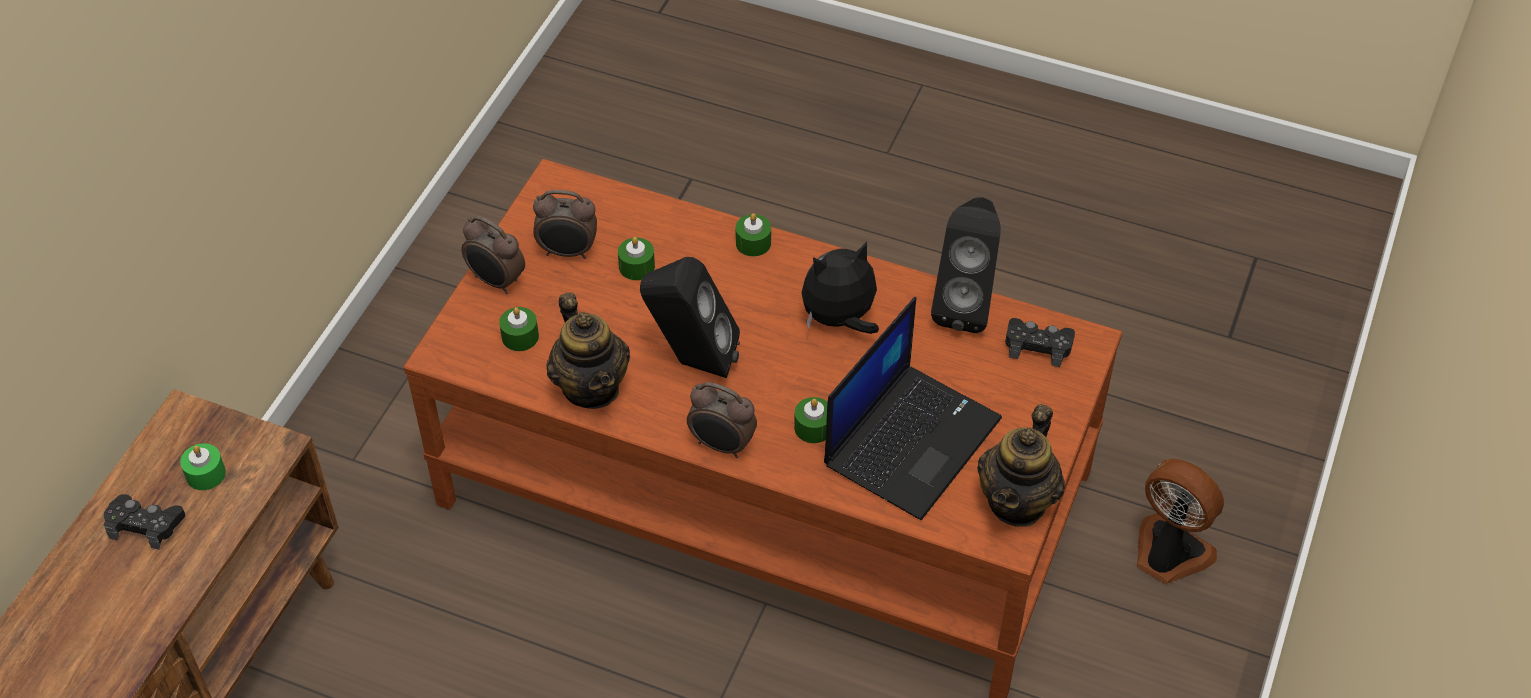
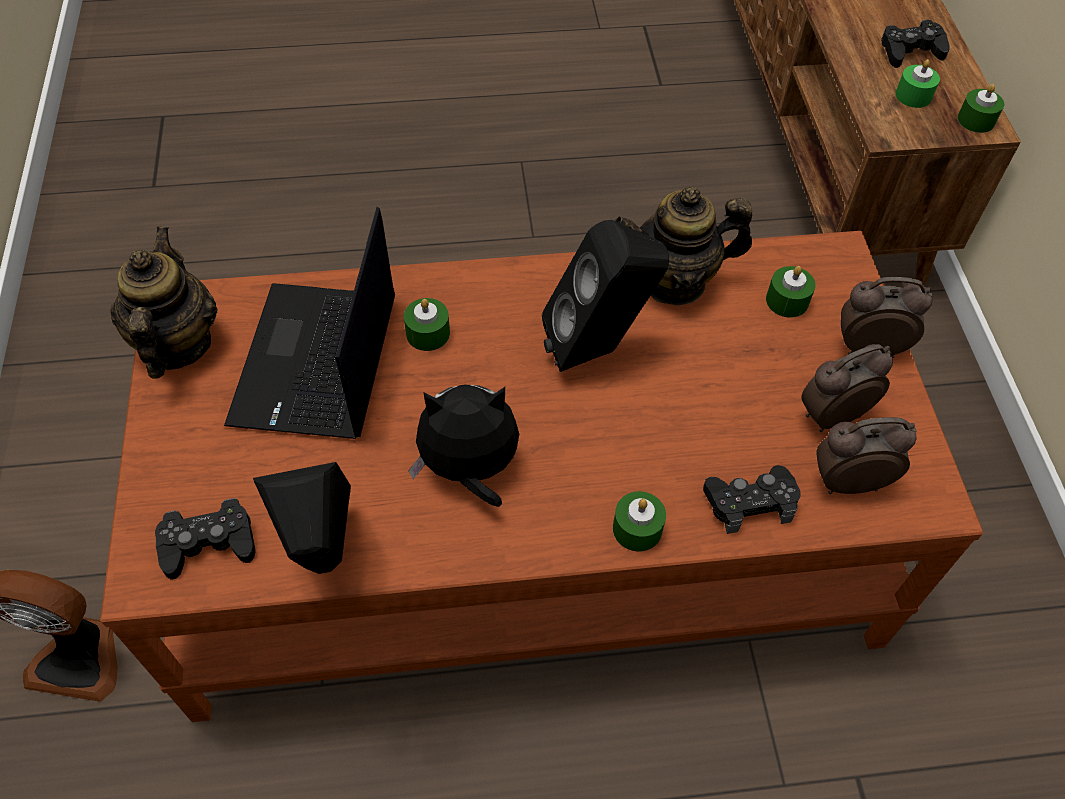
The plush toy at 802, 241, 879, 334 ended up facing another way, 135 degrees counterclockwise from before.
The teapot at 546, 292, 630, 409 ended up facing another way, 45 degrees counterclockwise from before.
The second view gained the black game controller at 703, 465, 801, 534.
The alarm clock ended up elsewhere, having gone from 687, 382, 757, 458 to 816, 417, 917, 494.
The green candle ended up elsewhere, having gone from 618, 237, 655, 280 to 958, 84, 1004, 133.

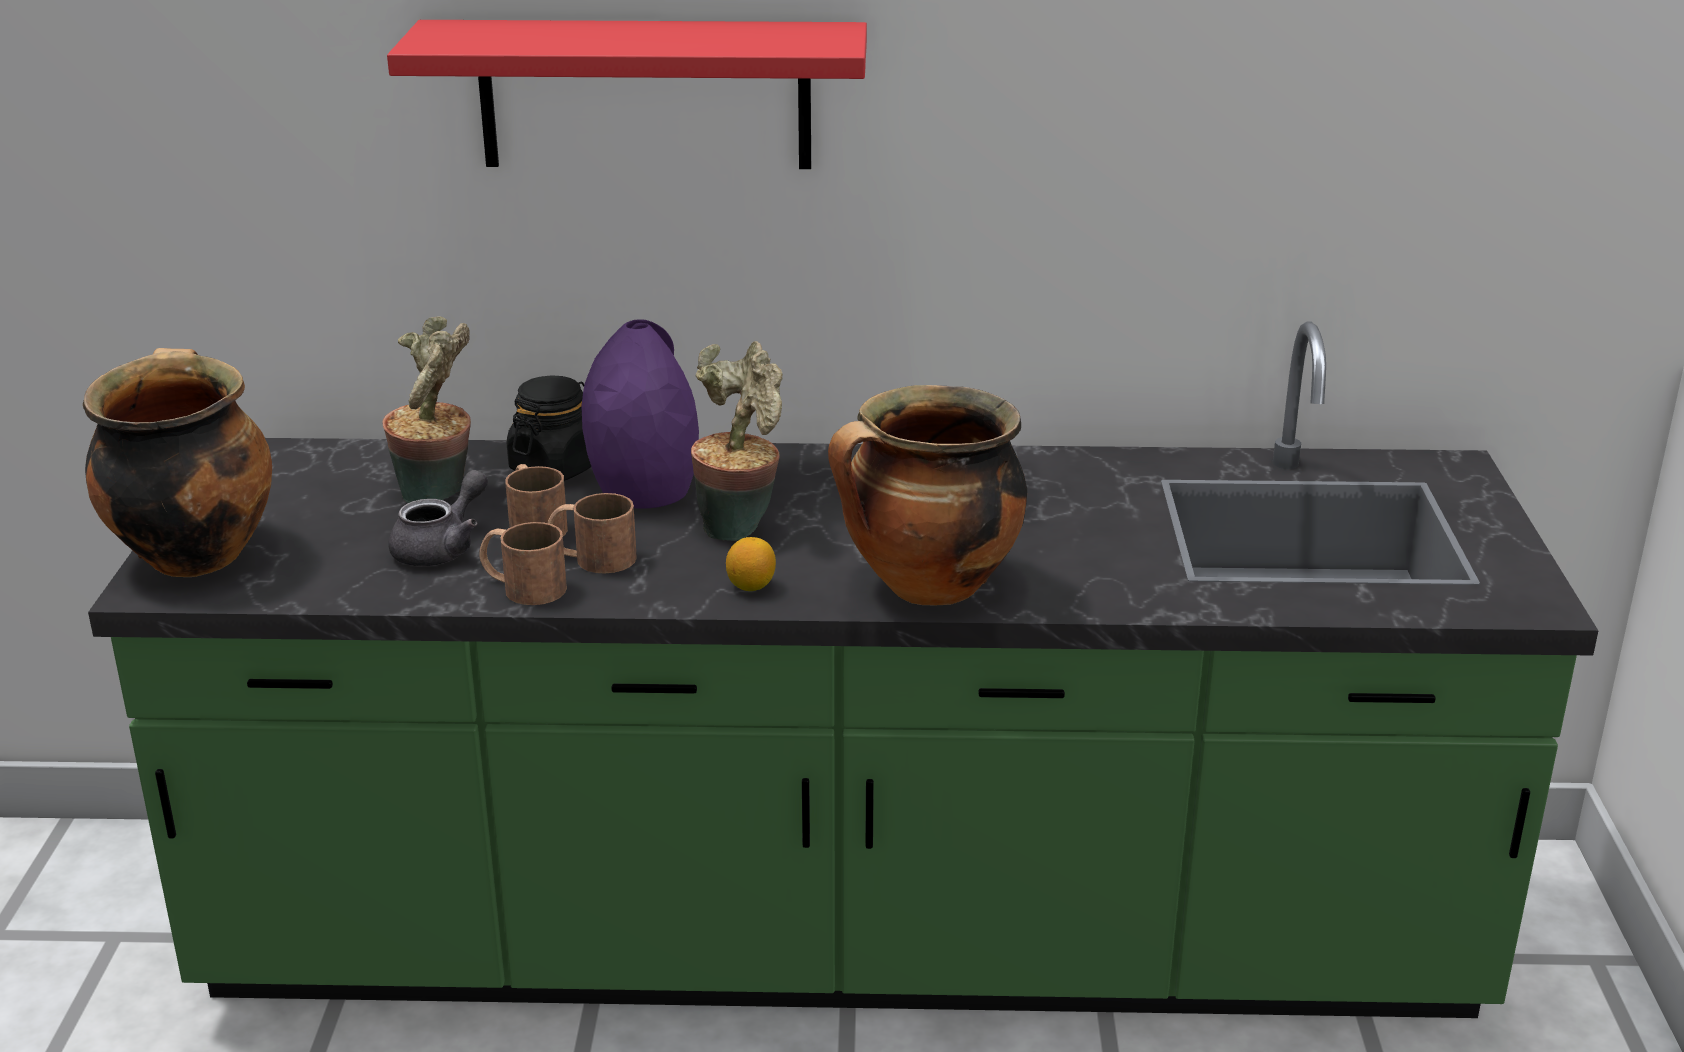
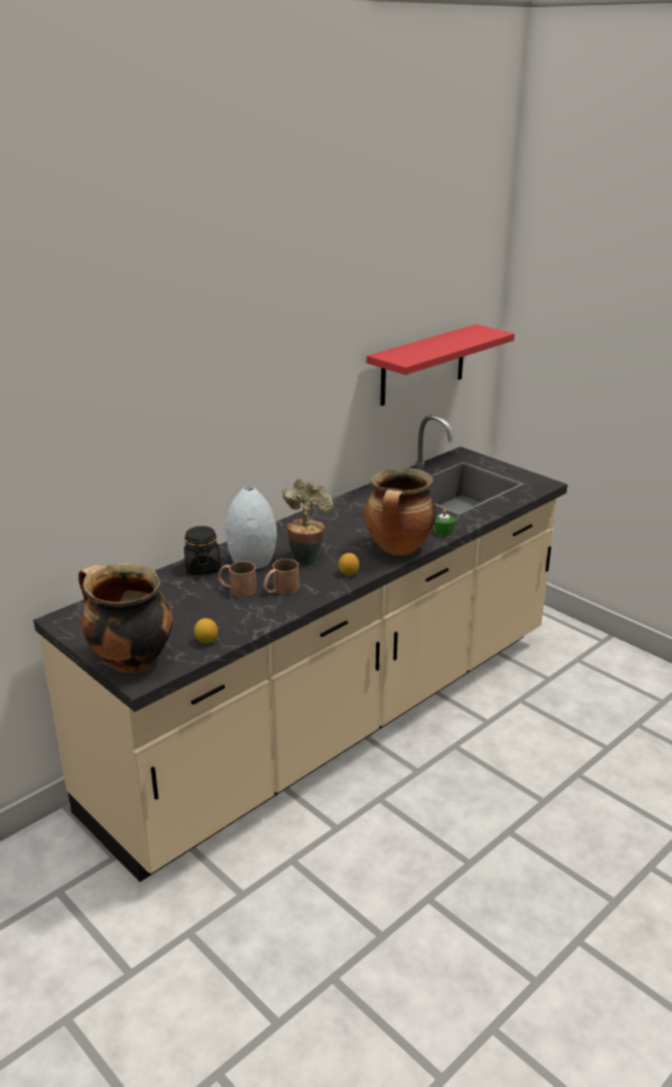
What was the green counter at 88, 322, 1598, 1018 turned into the beige counter at 33, 415, 568, 882.
The second view gained the lemon at 194, 618, 218, 643.
What was the purple vase at 582, 319, 699, 509 turned into the grey vase at 225, 486, 277, 569.
The red shelf ended up elsewhere, having gone from 387, 20, 867, 169 to 367, 324, 515, 406.
The second view gained the green candle at 433, 509, 455, 536.
The second view lost the potted plant at 382, 316, 471, 503.
The second view lost the grey teapot at 388, 470, 488, 566.
The second view lost the brown mug at 479, 522, 567, 605.

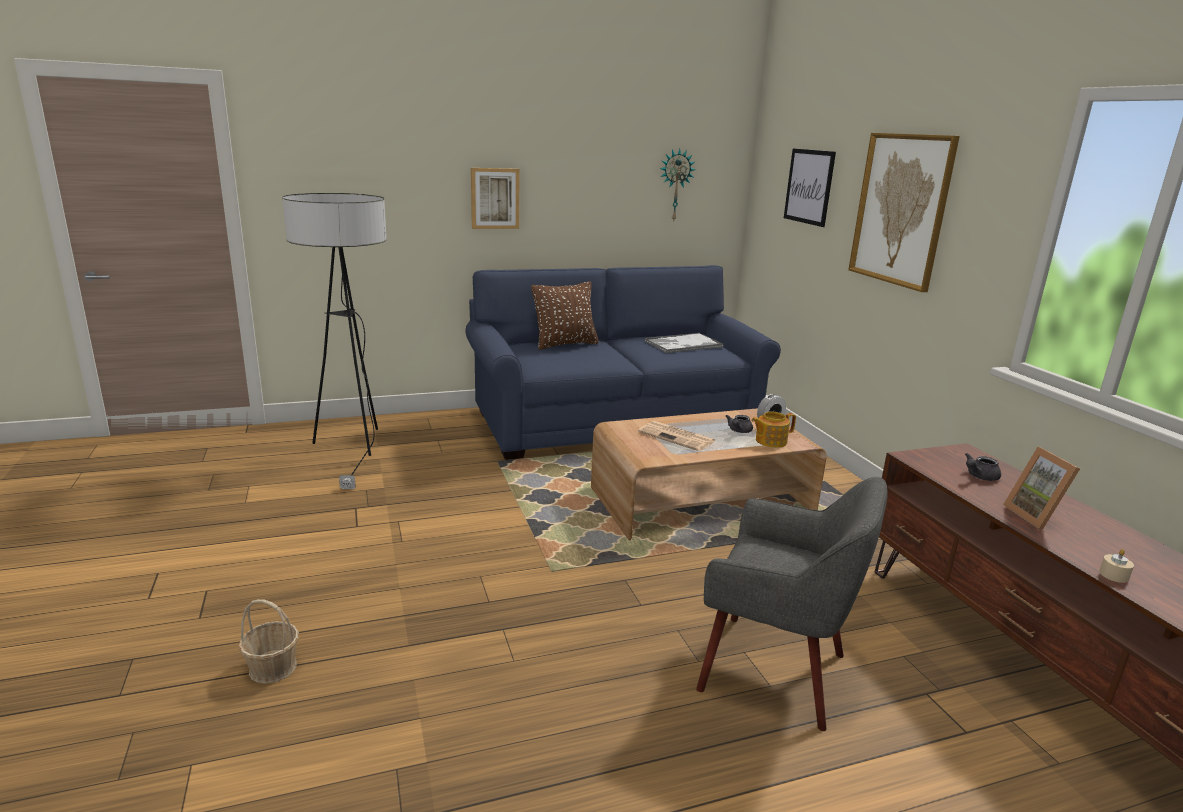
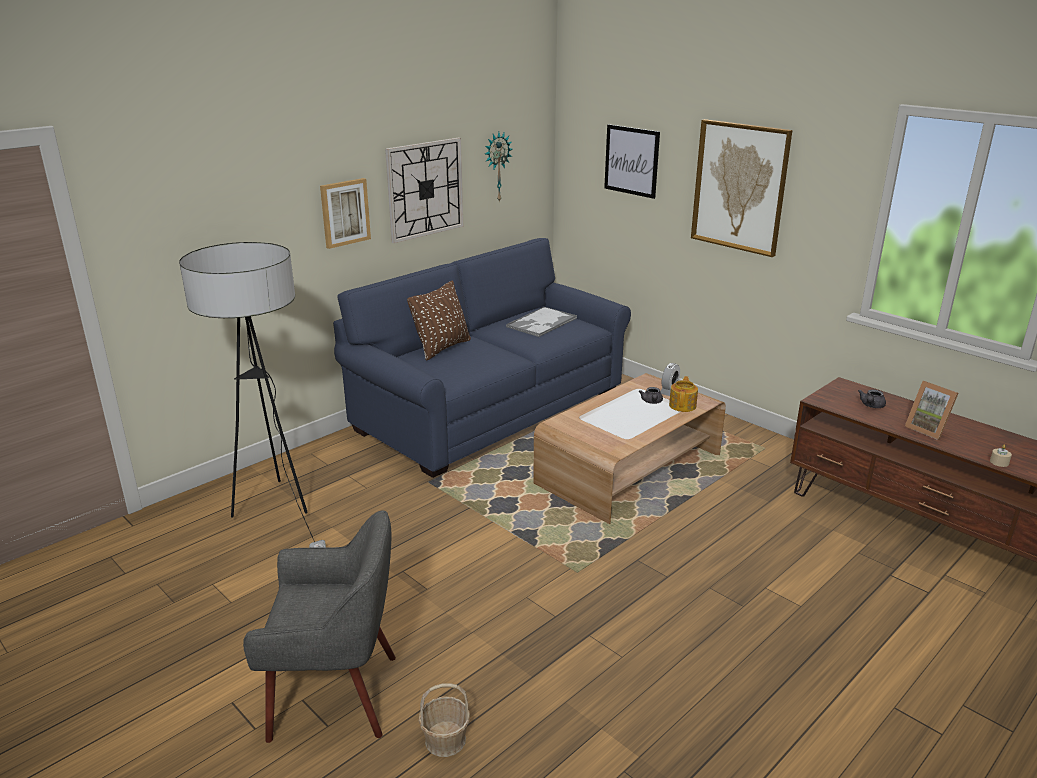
The grey armchair ended up elsewhere, having gone from 696, 477, 888, 731 to 243, 511, 396, 743.
The second view gained the wall clock at 385, 138, 463, 243.
The teapot at 751, 412, 796, 448 ended up facing another way, 150 degrees clockwise from before.
The second view lost the newspaper at 638, 421, 715, 451.

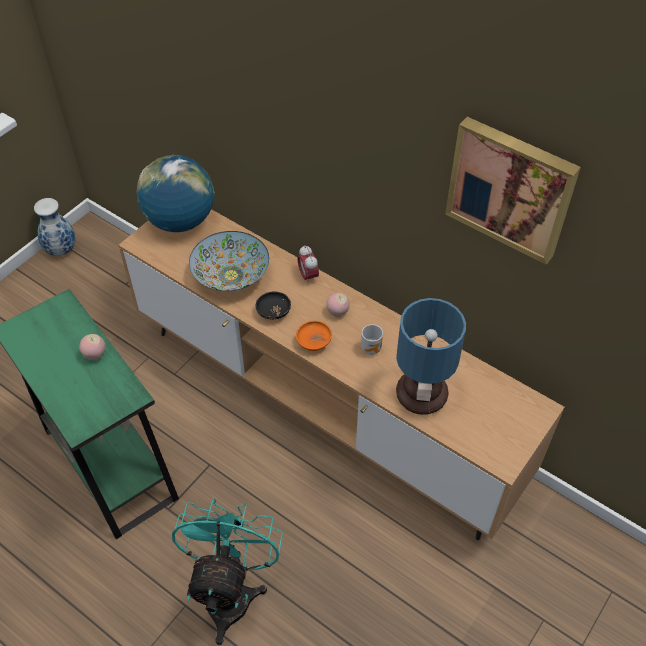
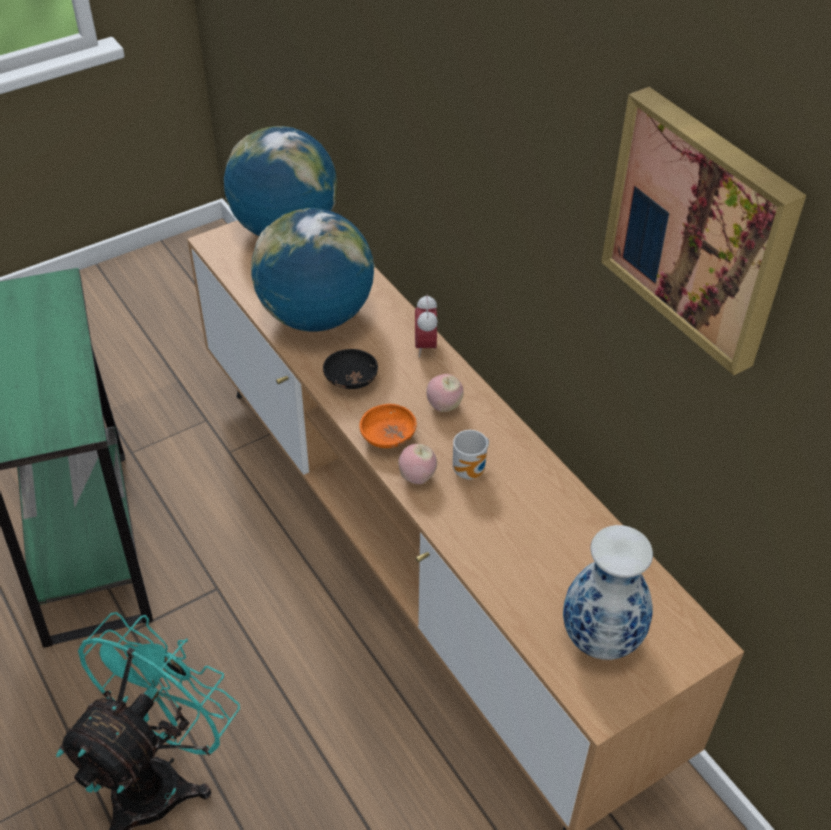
Where the bowl stood at 189, 231, 269, 292, the globe came to stand at 251, 208, 375, 332.
The apple ended up elsewhere, having gone from 79, 334, 106, 360 to 398, 444, 437, 484.
The vase ended up elsewhere, having gone from 34, 198, 75, 256 to 563, 525, 653, 660.
The second view lost the table lamp at 396, 298, 466, 415.

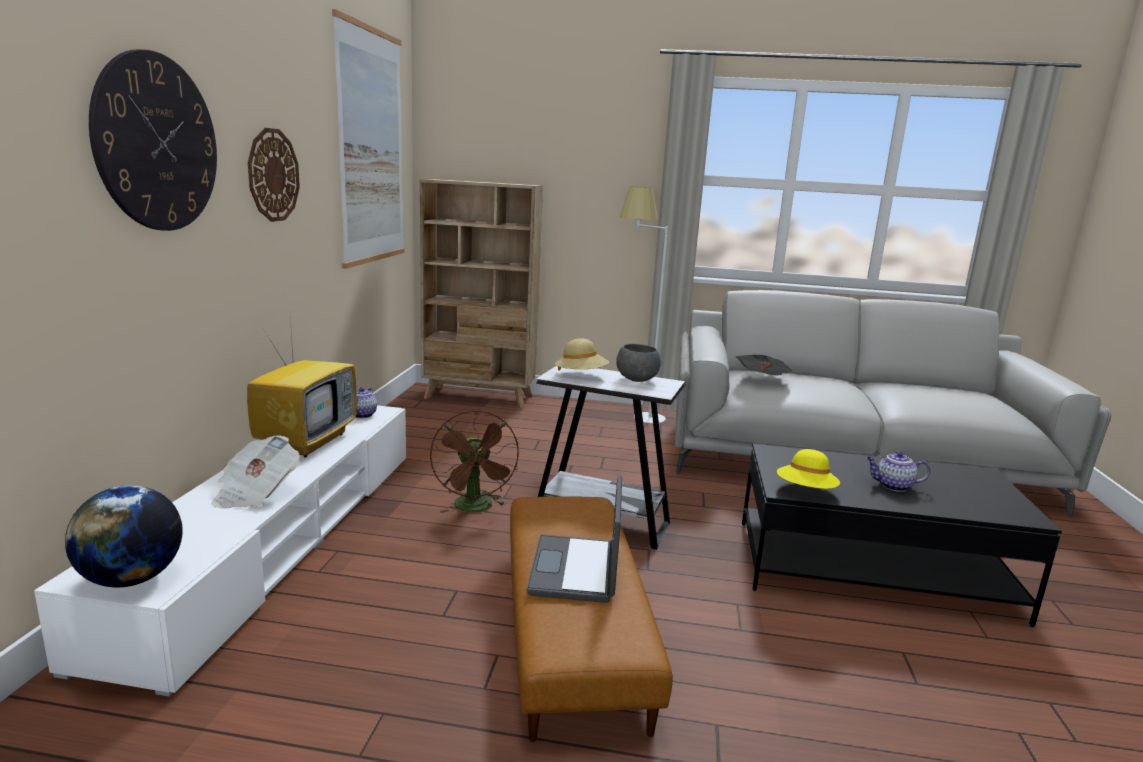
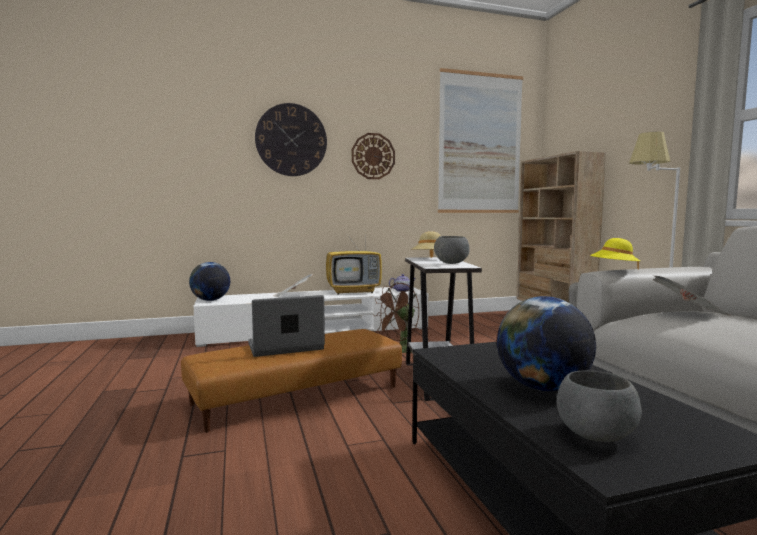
Where the teapot stood at 867, 452, 930, 492, the globe came to stand at 497, 296, 596, 391.
The second view gained the grey bowl at 557, 370, 642, 442.
The yellow hat ended up elsewhere, having gone from 777, 449, 840, 489 to 590, 238, 640, 269.

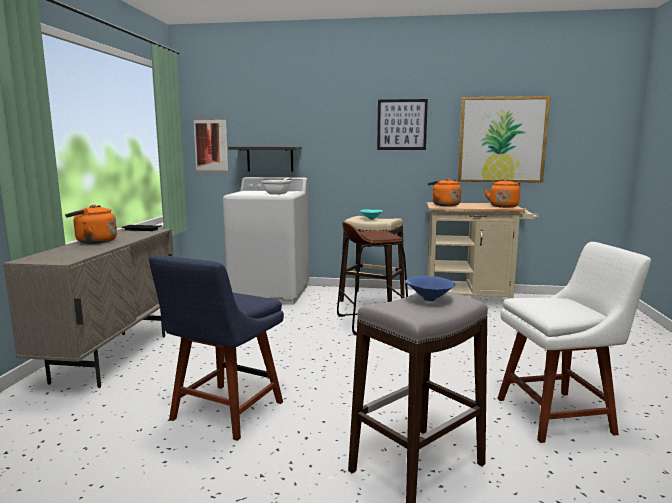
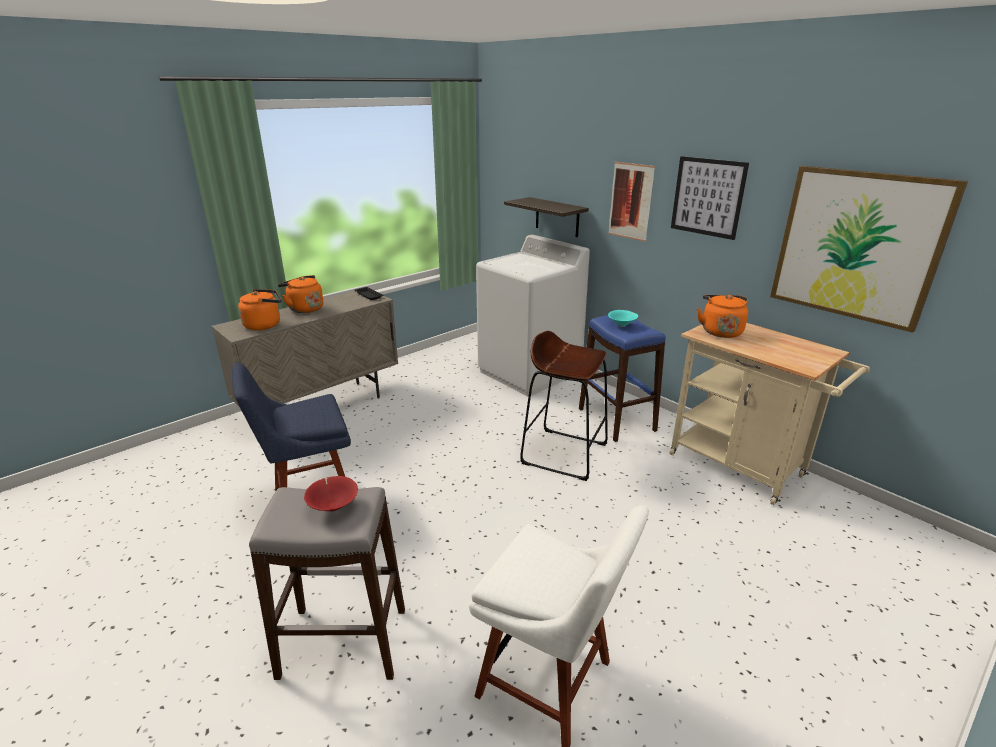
The orange kettle ended up elsewhere, having gone from 484, 179, 520, 208 to 238, 289, 281, 330.
What was the blue bowl at 405, 276, 455, 301 turned into the red bowl at 304, 476, 358, 512.
What was the beige stool at 340, 216, 405, 302 turned into the blue stool at 579, 315, 666, 442.
The picture ended up elsewhere, having gone from 193, 119, 228, 171 to 608, 162, 655, 242.
The second view lost the frying pan at 261, 178, 293, 195.

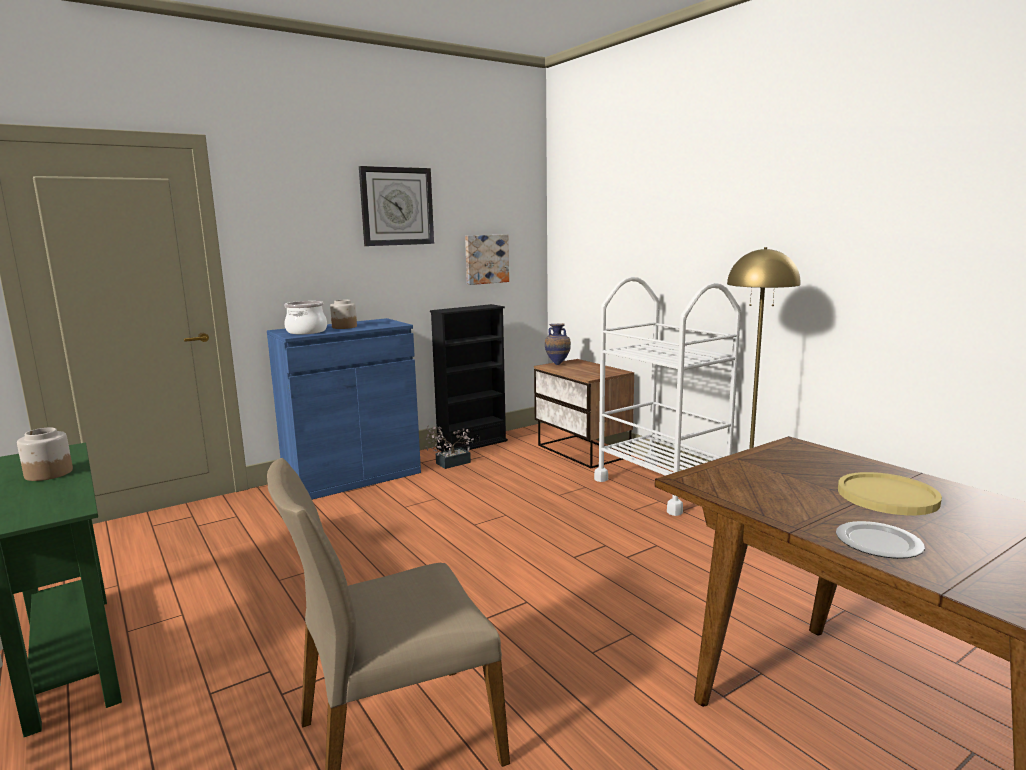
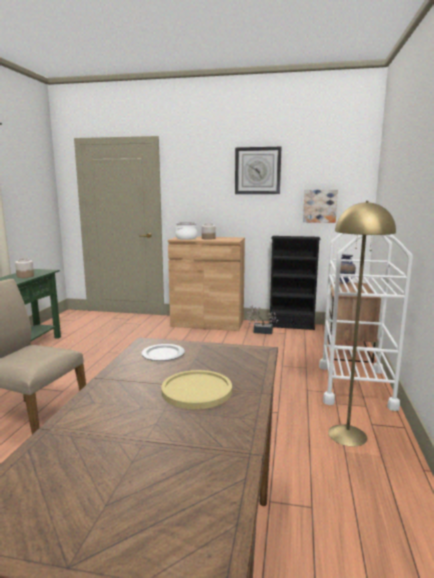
The plate ended up elsewhere, having gone from 836, 521, 925, 559 to 141, 344, 185, 361.
What was the blue cabinet at 267, 318, 421, 500 turned into the brown cabinet at 168, 236, 245, 331.

